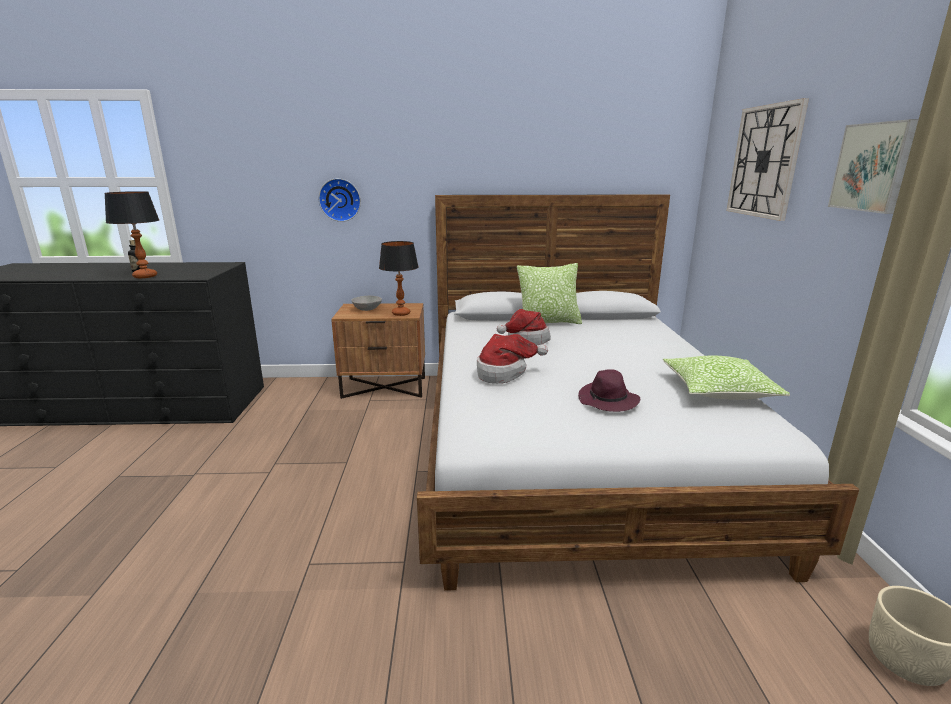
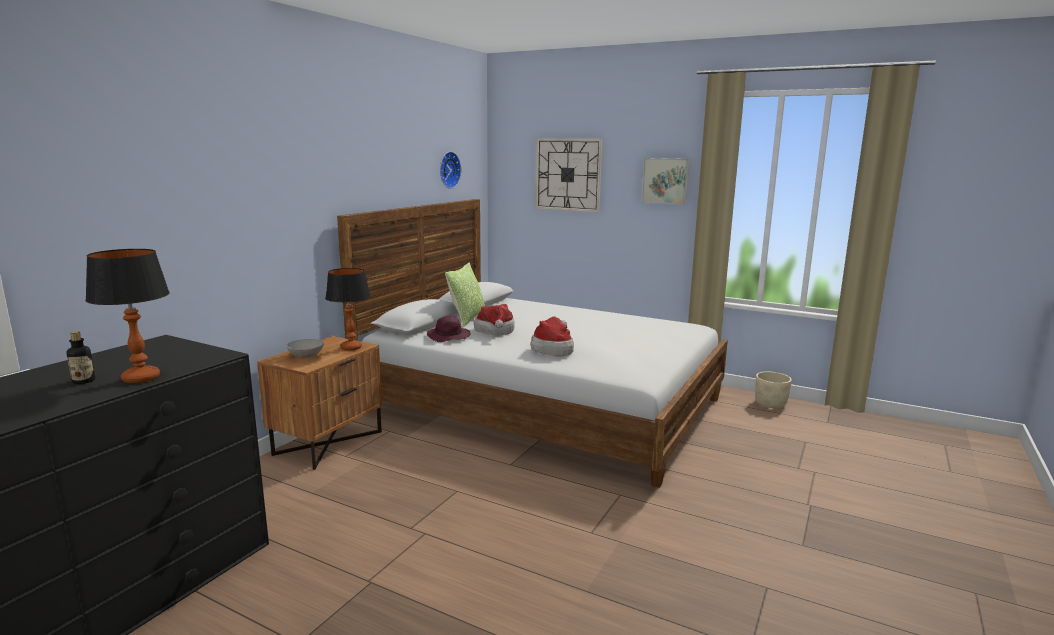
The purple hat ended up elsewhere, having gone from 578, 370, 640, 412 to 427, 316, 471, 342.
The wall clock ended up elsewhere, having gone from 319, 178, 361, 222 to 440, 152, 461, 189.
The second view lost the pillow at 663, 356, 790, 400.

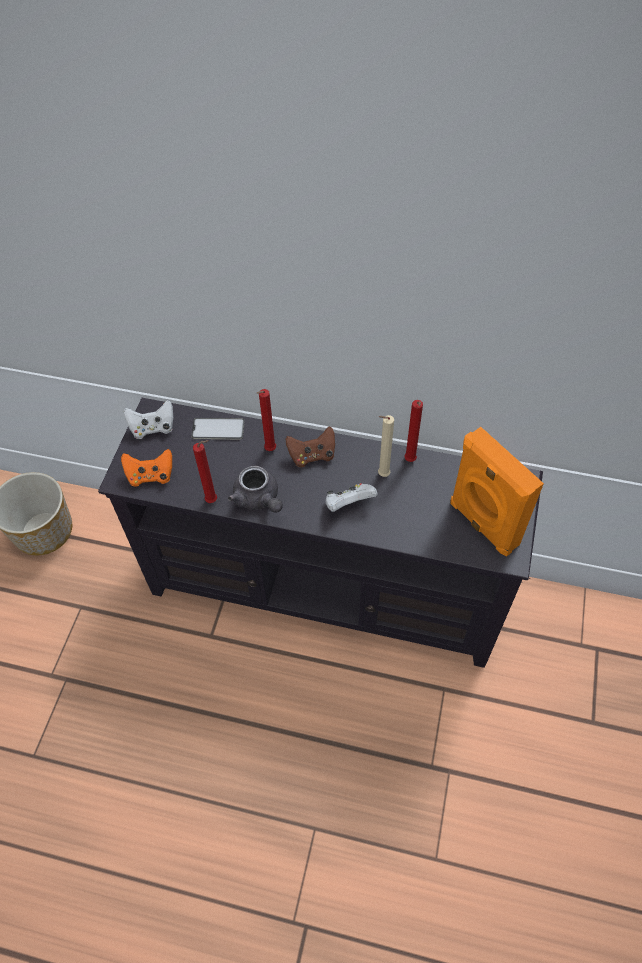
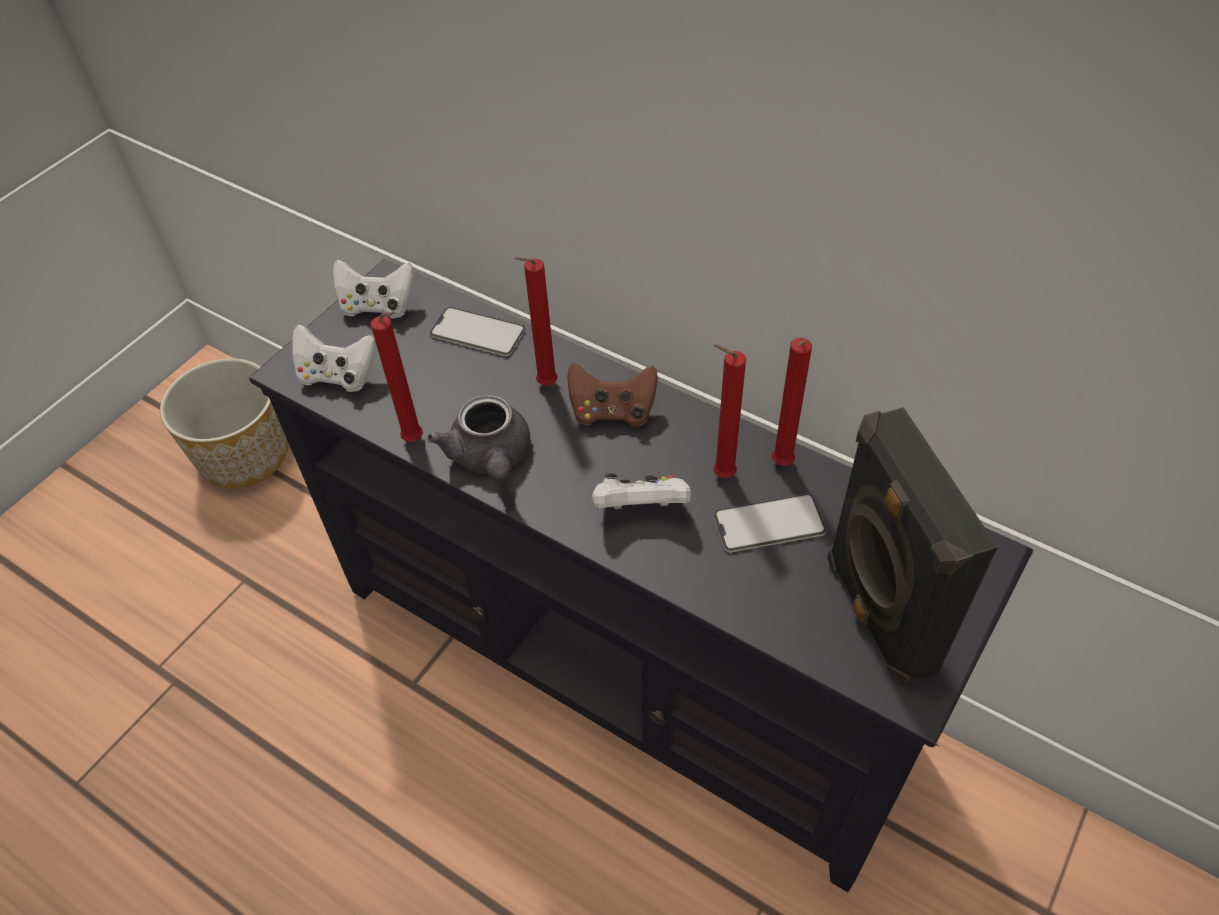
What was the orange game controller at 121, 449, 172, 486 turned into the white game controller at 292, 325, 376, 392.
What was the beige candle at 378, 415, 394, 477 turned into the red candle at 713, 344, 746, 478.
The second view gained the phone at 714, 493, 826, 553.
What was the orange speaker at 450, 427, 544, 557 turned into the black speaker at 827, 407, 998, 688.

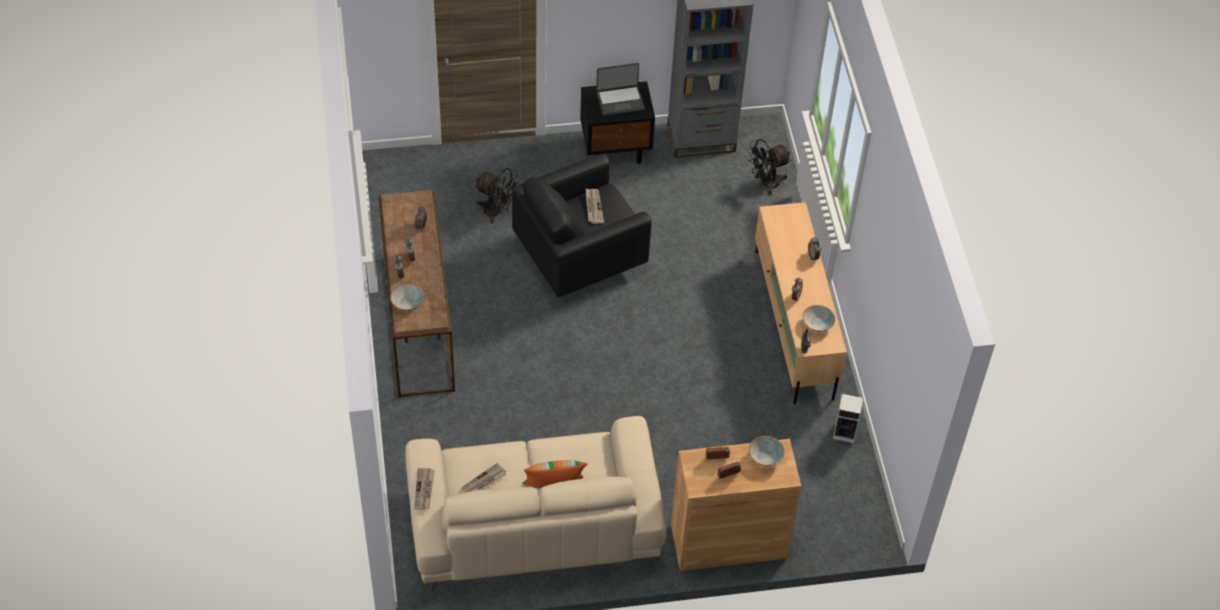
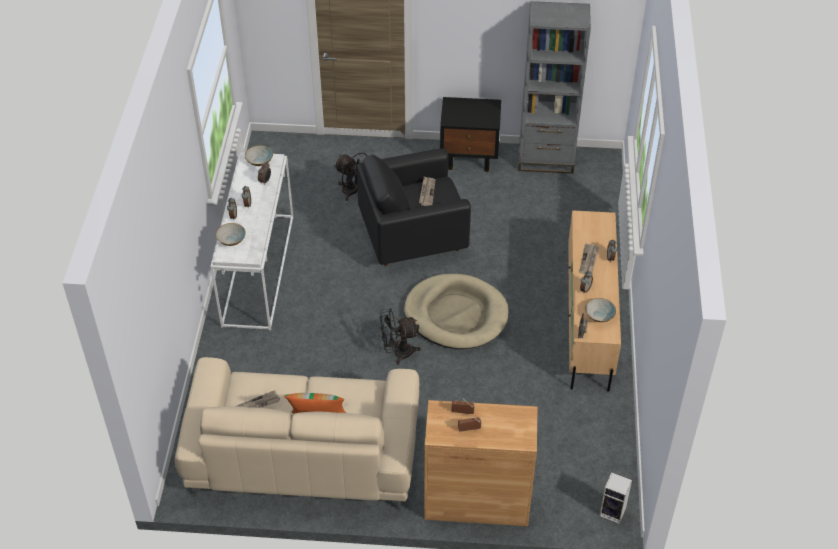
What was the brown console table at 378, 190, 455, 398 turned into the white console table at 210, 152, 293, 330.
The bowl ended up elsewhere, having gone from 749, 436, 785, 466 to 245, 145, 273, 166.
The black fan ended up elsewhere, having gone from 747, 139, 791, 195 to 380, 308, 421, 365.
The second view gained the beige dog bed at 404, 274, 508, 349.
The newspaper ended up elsewhere, having gone from 414, 468, 435, 510 to 579, 244, 599, 274.
The speaker ended up elsewhere, having gone from 833, 394, 863, 443 to 599, 472, 632, 524.
The second view lost the laptop at 596, 63, 645, 115.

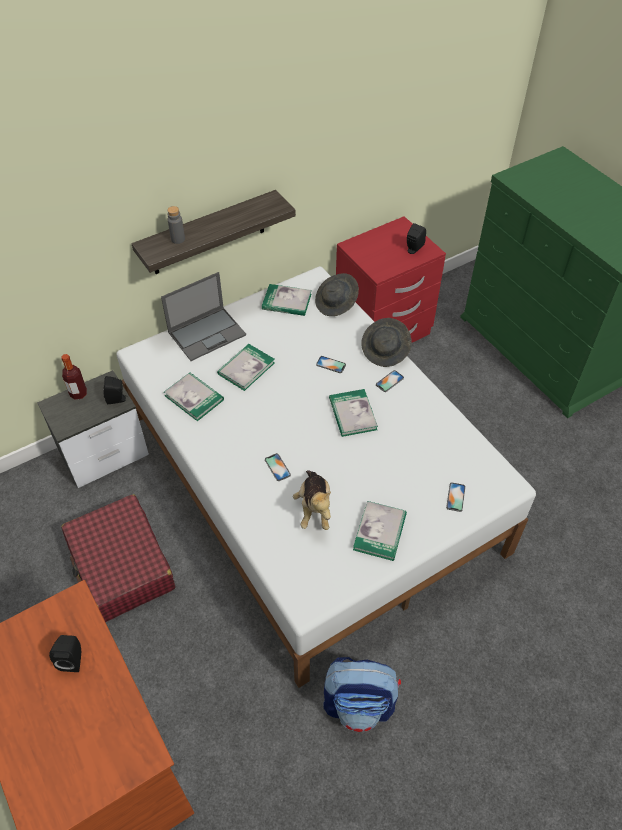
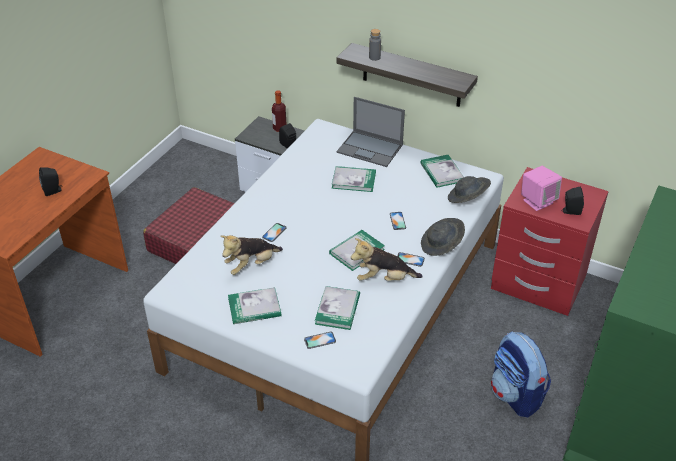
The book ended up elsewhere, having gone from 164, 372, 224, 421 to 315, 286, 360, 330.
The second view gained the plush toy at 351, 238, 423, 281.
The backpack ended up elsewhere, having gone from 323, 657, 401, 732 to 491, 331, 551, 417.
The second view gained the pink speaker at 521, 166, 562, 211.

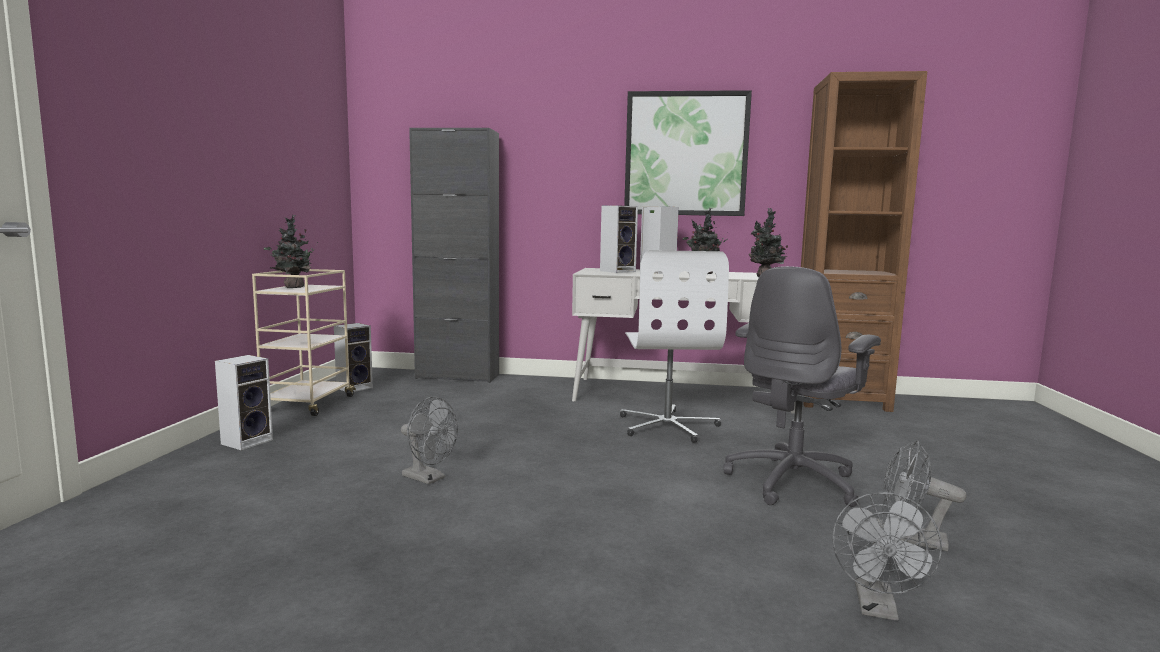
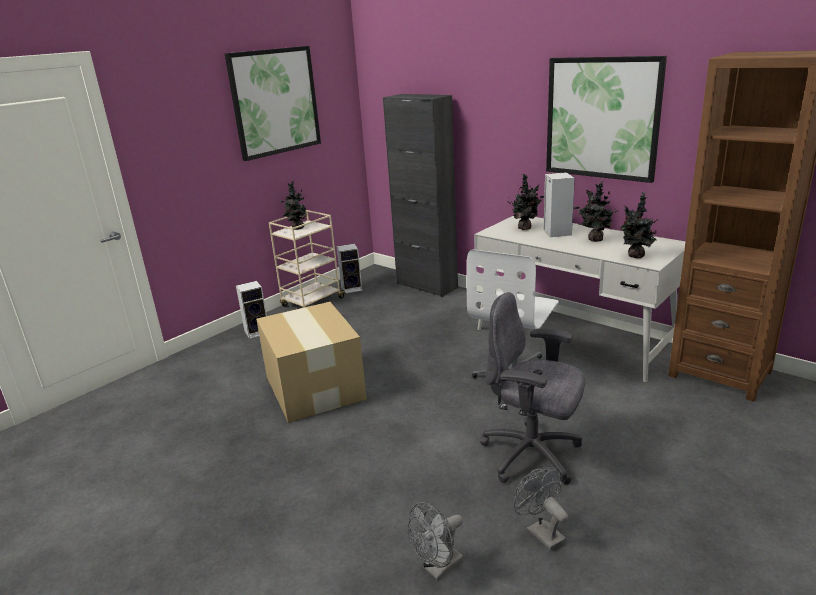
The second view gained the picture at 225, 46, 321, 161.
Where the grey fan stood at 401, 396, 458, 484, the cardboard box came to stand at 256, 302, 367, 423.
The grey office chair at 723, 266, 881, 507 ended up facing another way, 45 degrees clockwise from before.
Where the speaker stood at 600, 205, 638, 273, the potted plant came to stand at 507, 174, 544, 230.

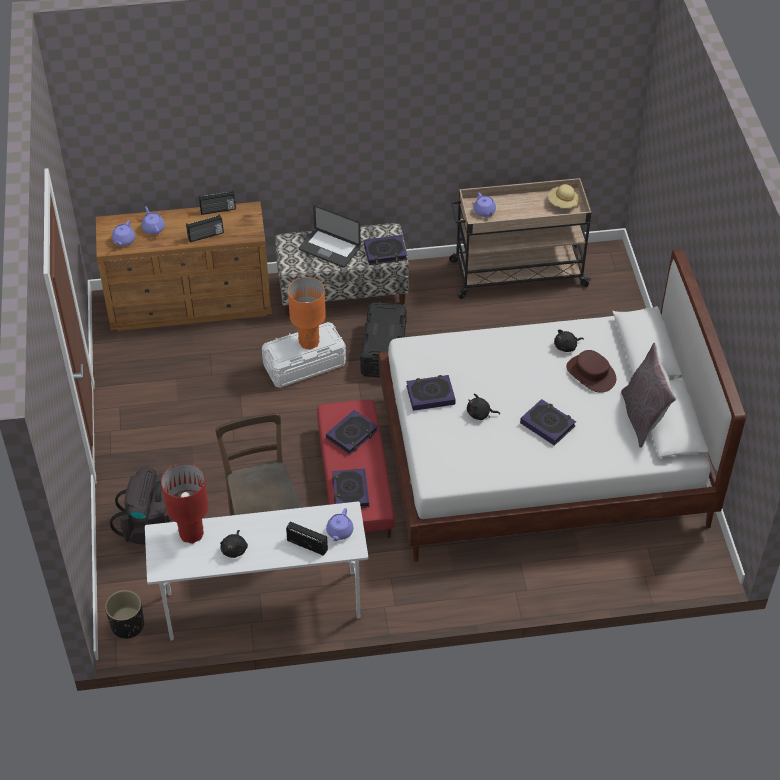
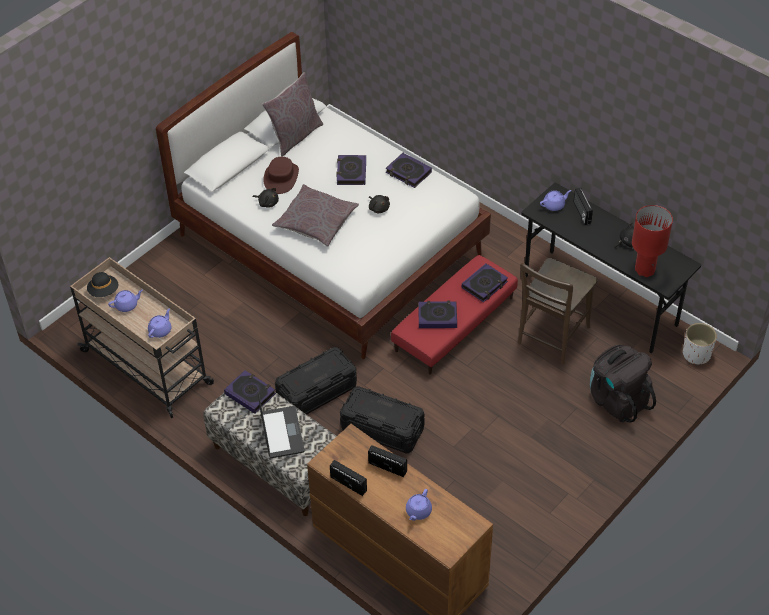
What was the beige hat at 548, 184, 579, 208 turned into the black hat at 87, 272, 118, 297.
The purple teapot ended up elsewhere, having gone from 112, 220, 135, 246 to 108, 290, 143, 312.
The second view gained the grey pillow at 272, 184, 359, 247.
What was the white storage box at 262, 322, 346, 388 turned into the black storage box at 340, 386, 424, 454.
The book ended up elsewhere, having gone from 406, 375, 456, 411 to 386, 153, 432, 188.
What was the white desk at 145, 502, 368, 640 turned into the black desk at 521, 183, 701, 353.
What was the black planter at 105, 590, 144, 639 turned into the white planter at 683, 323, 717, 365.
The second view lost the orange table lamp at 288, 277, 326, 350.

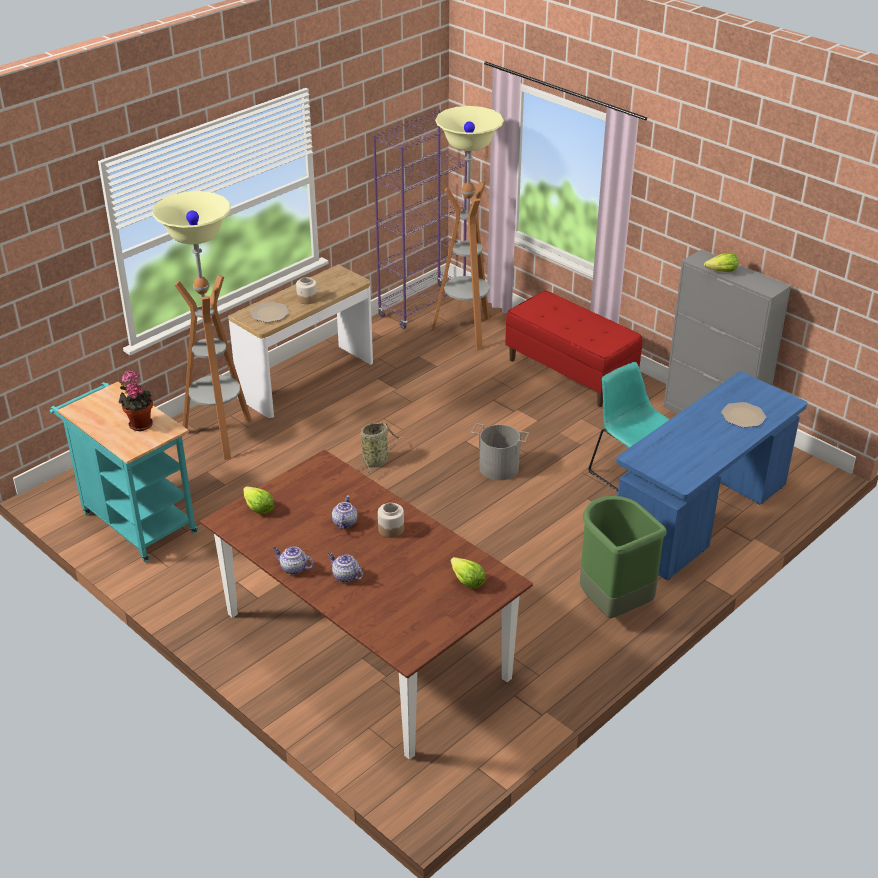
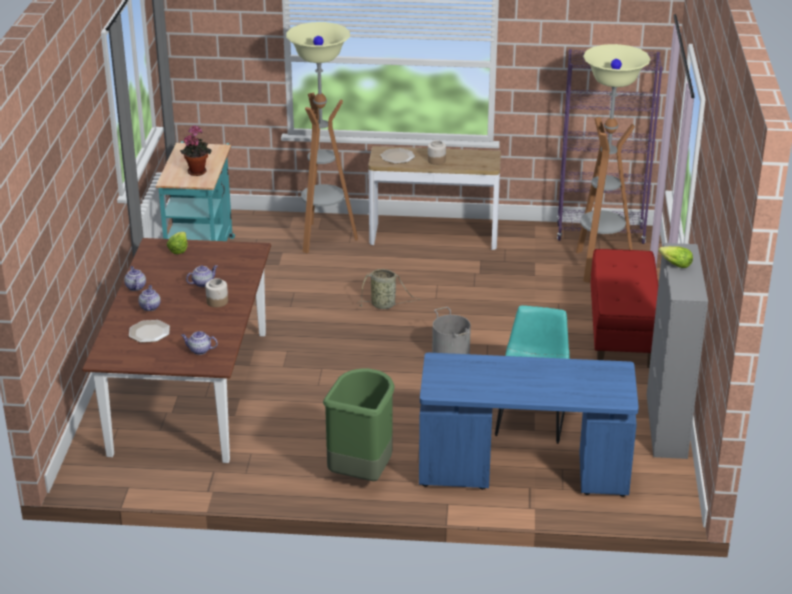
The plate ended up elsewhere, having gone from 721, 402, 766, 428 to 129, 320, 170, 343.
Where the lettuce stood at 451, 557, 486, 588, the teapot came to stand at 181, 331, 218, 355.

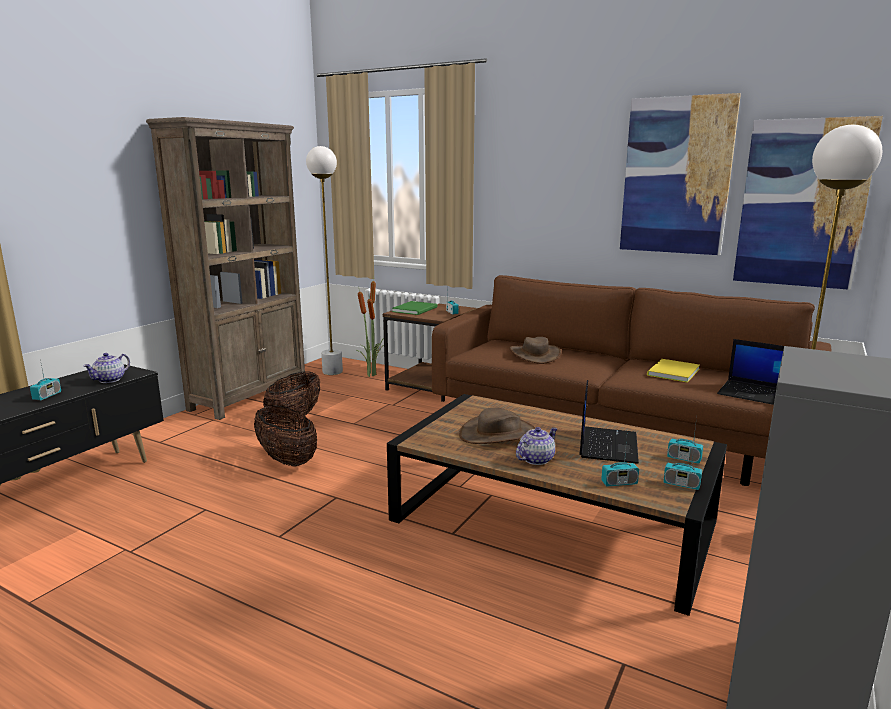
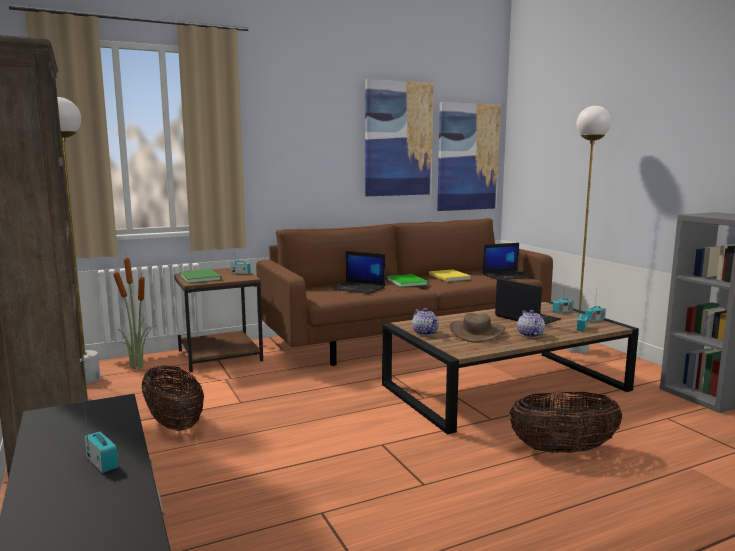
Where the brown hat stood at 510, 337, 561, 364, the laptop came to stand at 329, 251, 385, 294.
The second view gained the green book at 387, 274, 429, 287.
The teapot ended up elsewhere, having gone from 83, 353, 130, 383 to 412, 308, 439, 336.
The basket ended up elsewhere, having gone from 254, 405, 317, 467 to 509, 392, 622, 453.

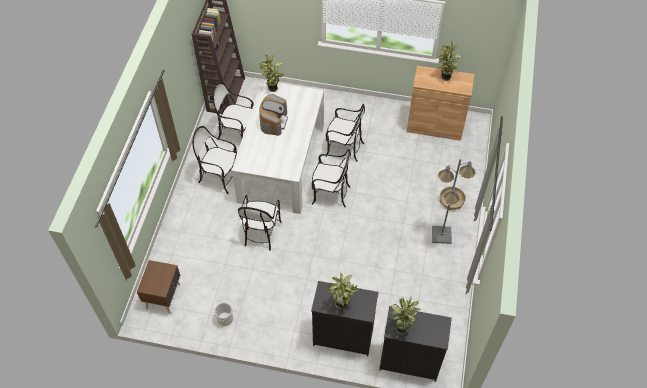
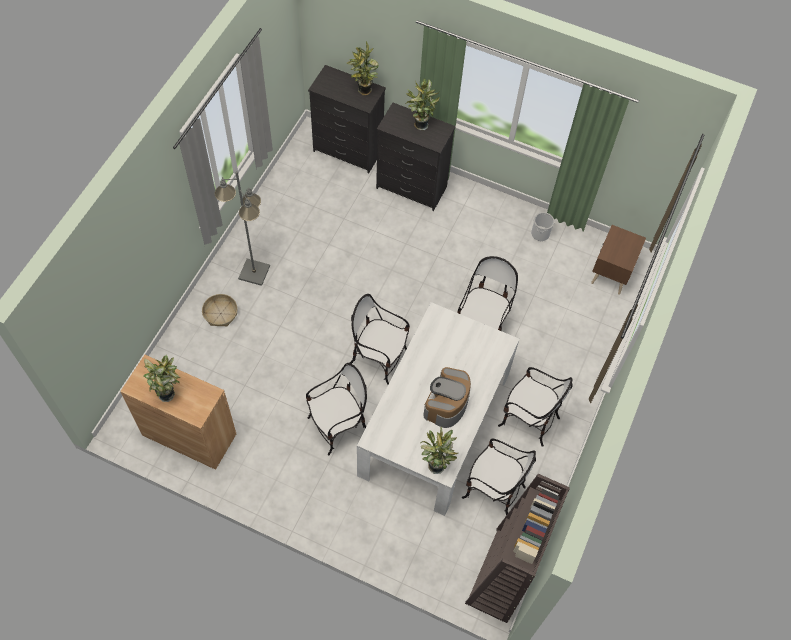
The chair at 325, 104, 365, 162 ended up facing another way, 120 degrees clockwise from before.

